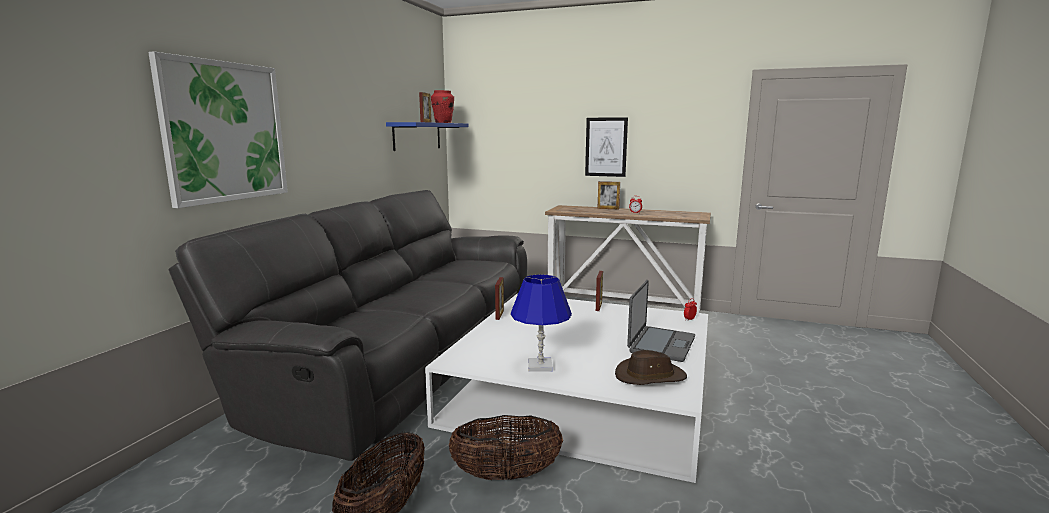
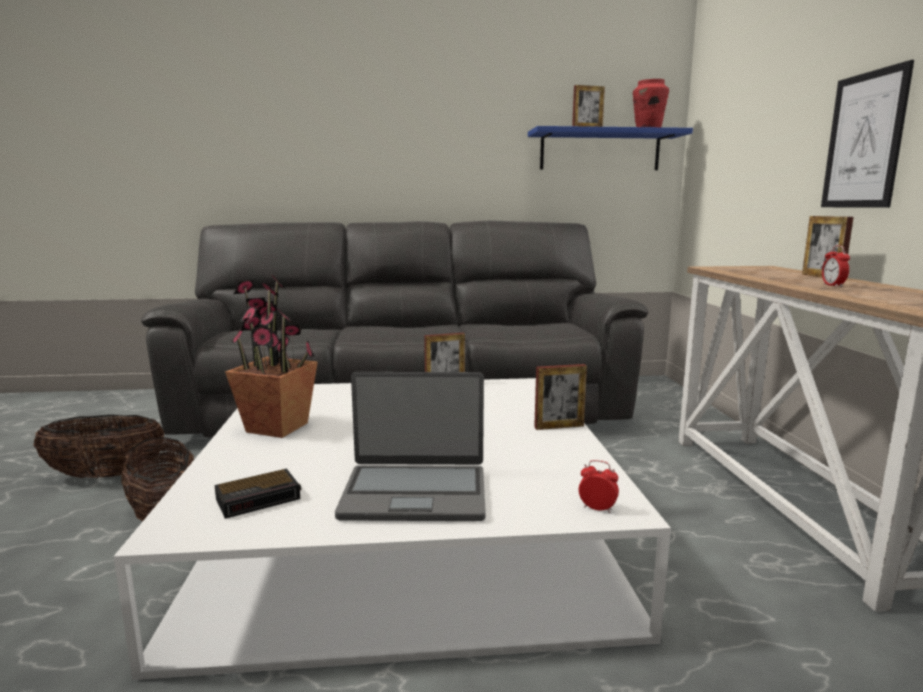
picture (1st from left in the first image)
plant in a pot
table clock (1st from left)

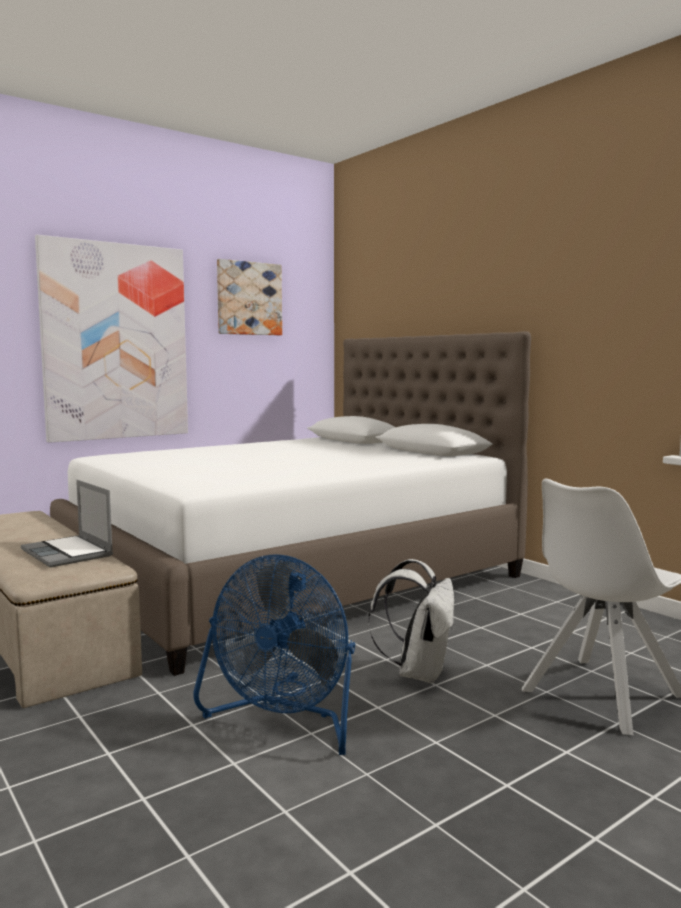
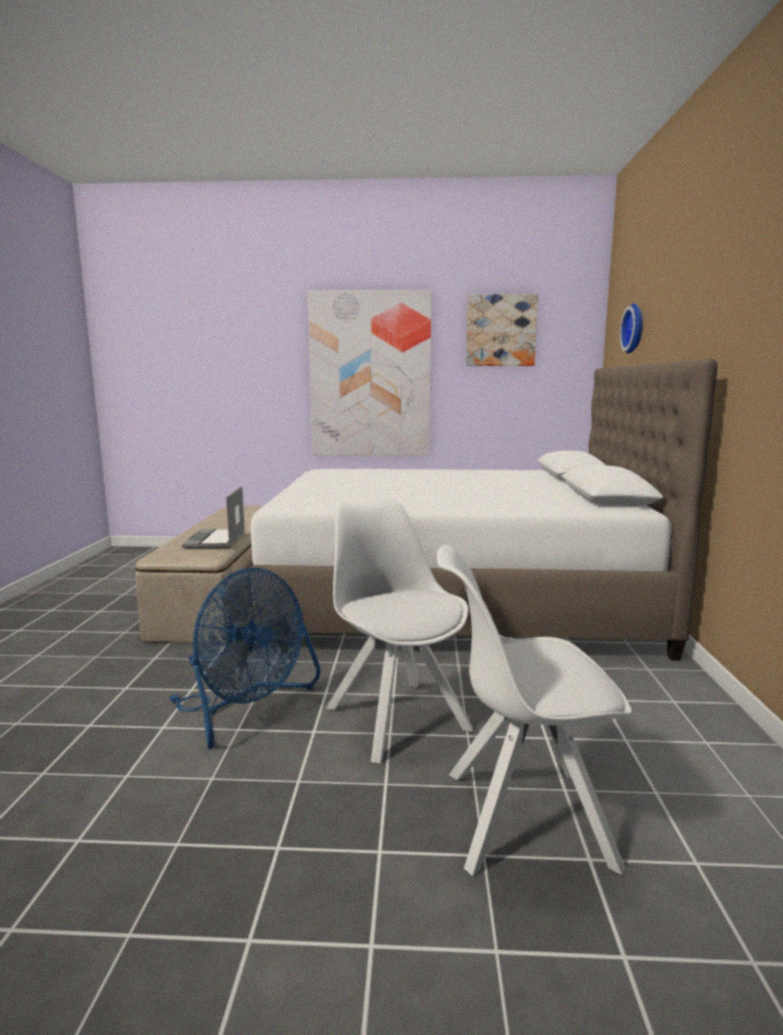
clock on the wall
whitish plain chair (1st from left)
blue-coloured cooling fan

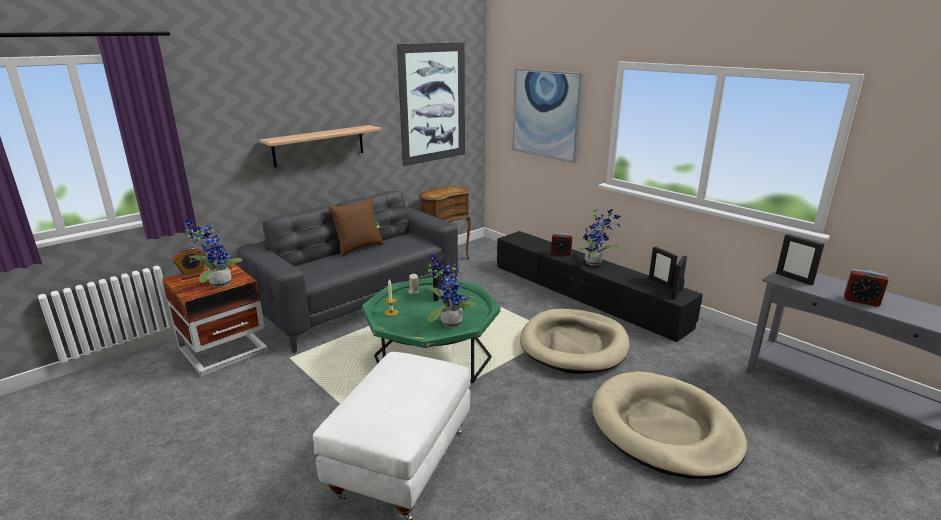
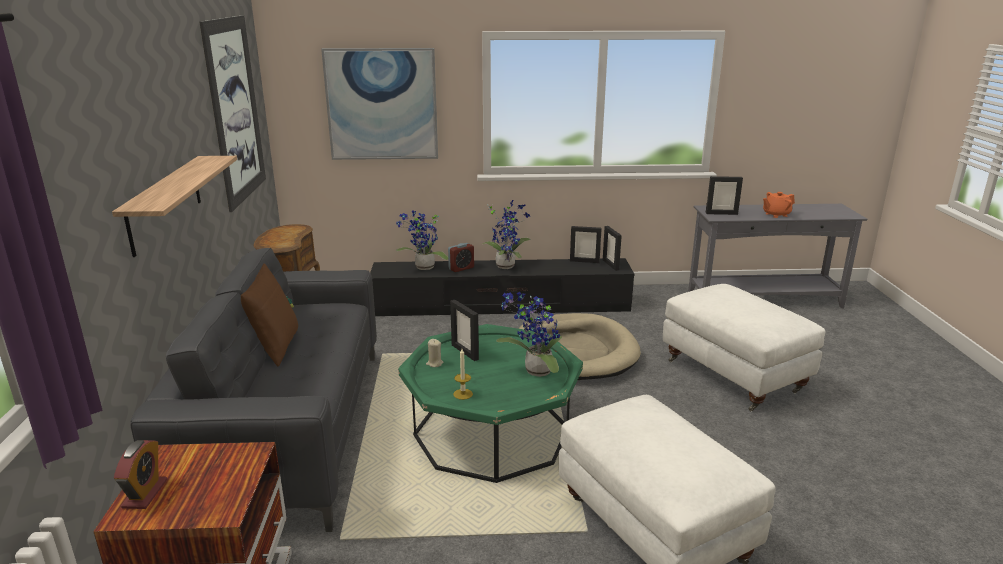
plant in a pot (1st from left)
whitish ottoman (2nd from left)
orangey pot for tea

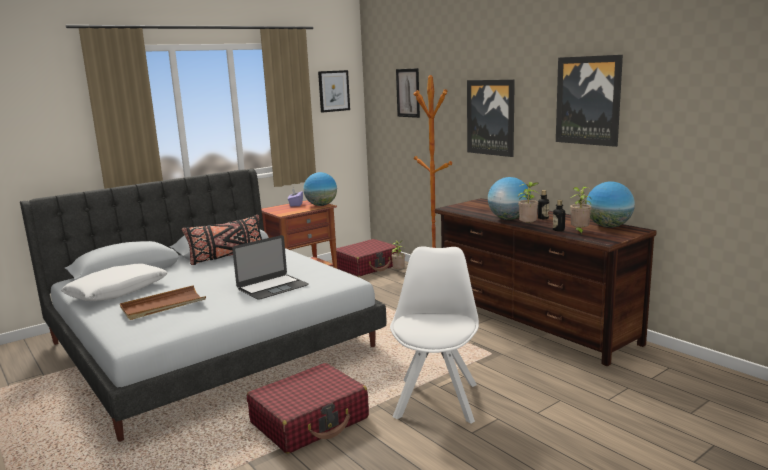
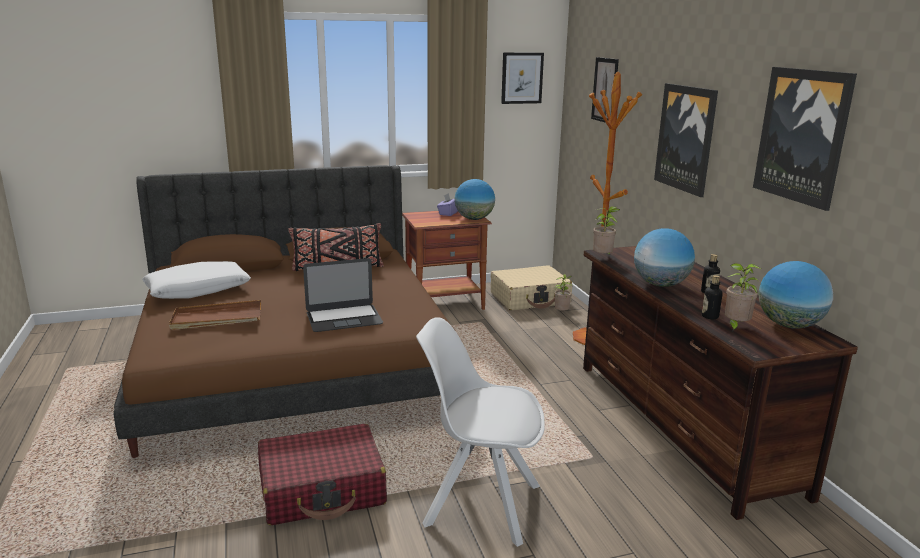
plant in a pot (2nd from left)
brown bed
sand-coloured suitcase
whitish plain chair

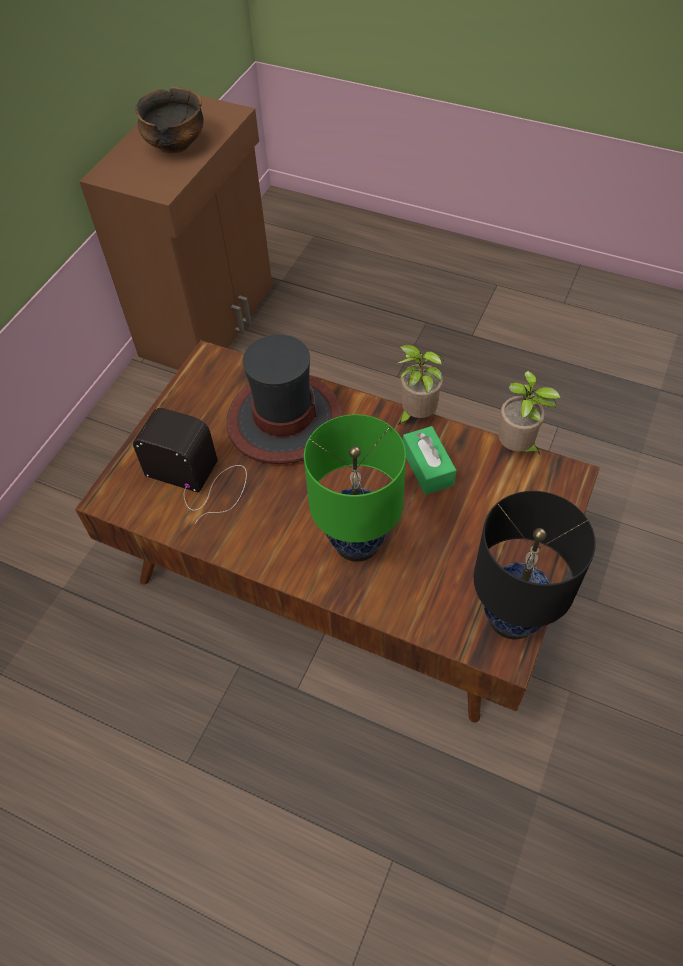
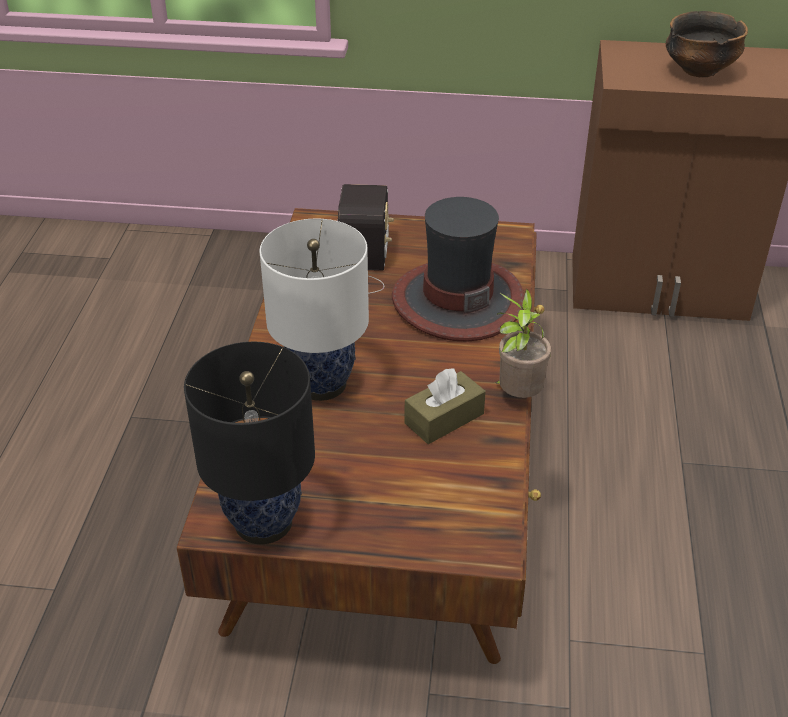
plant in a pot (2nd from left in the first image)
whitish lamp for a table
brown box of tissues

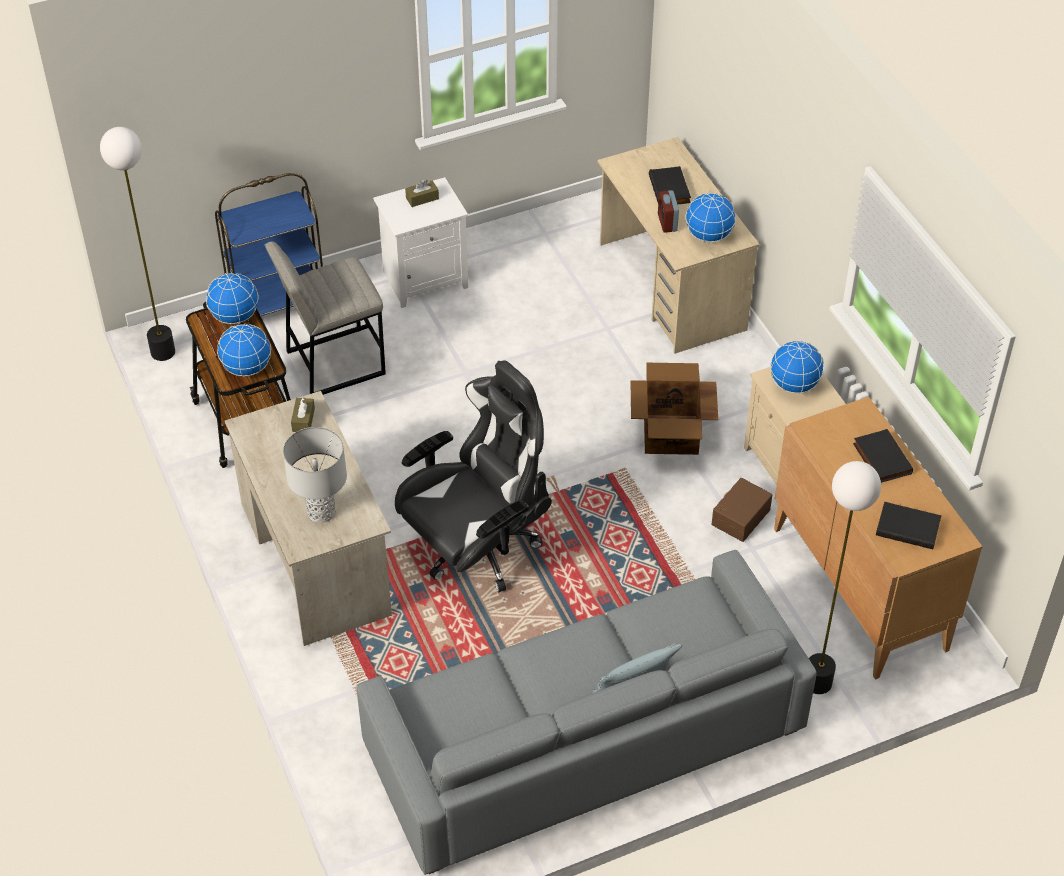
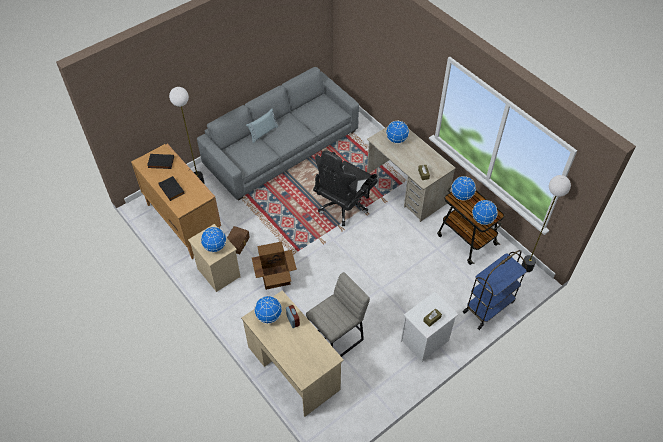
black bound book (1st from left in the first image)
gray plain chair
desk globe (3rd from left)

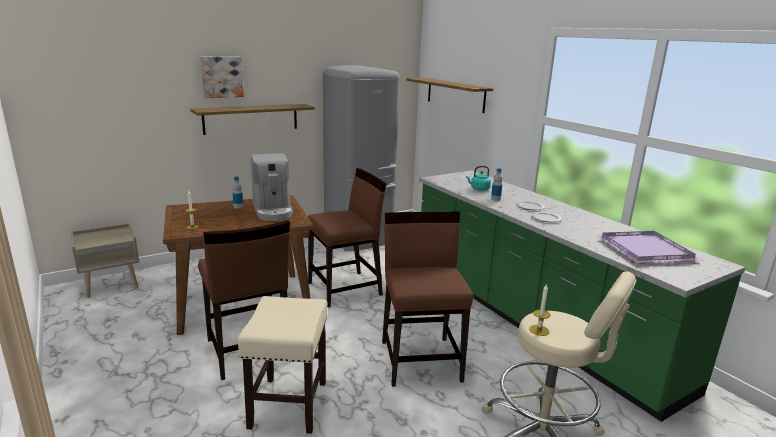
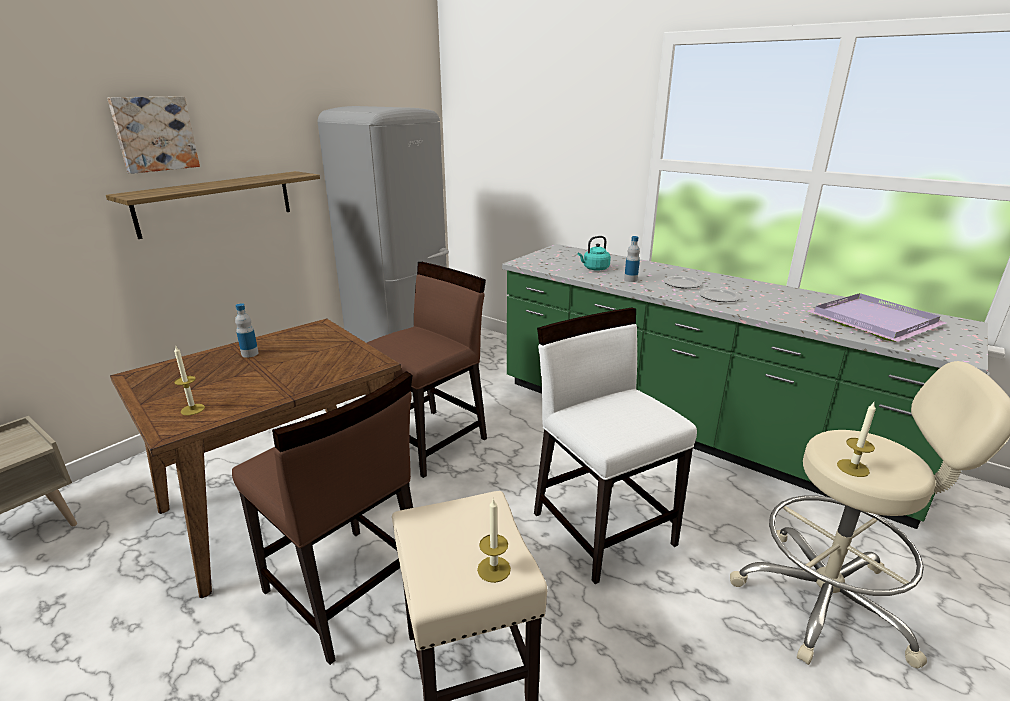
coffee machine
shelf (2nd from left in the first image)
wax light (2nd from left)
whitish plain chair

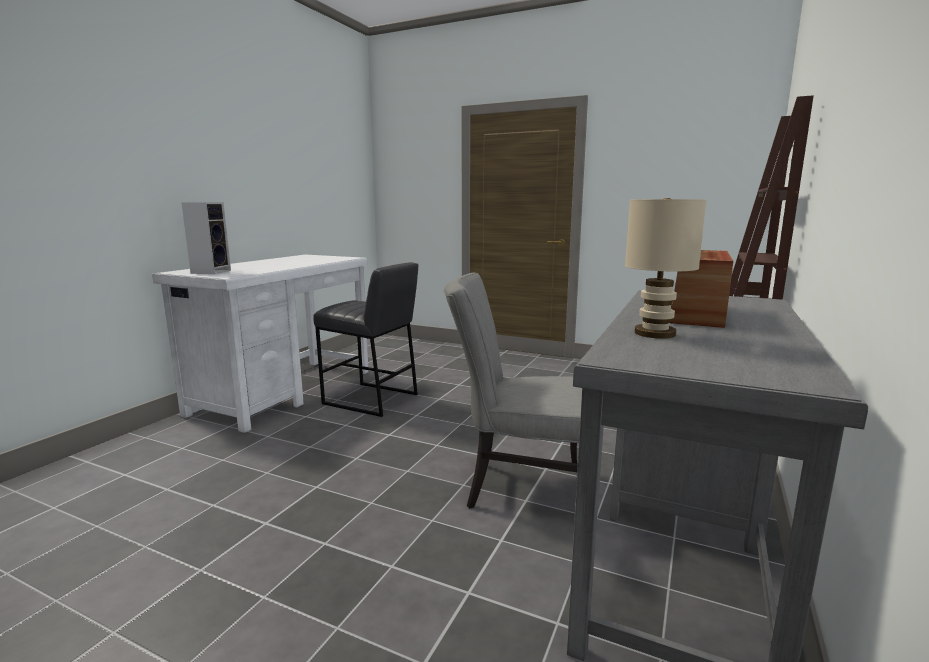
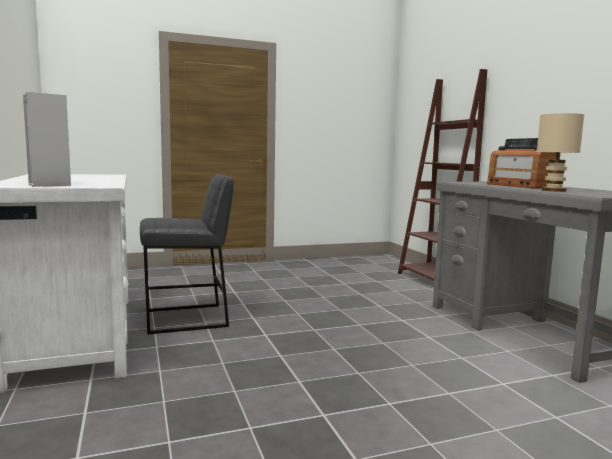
gray plain chair

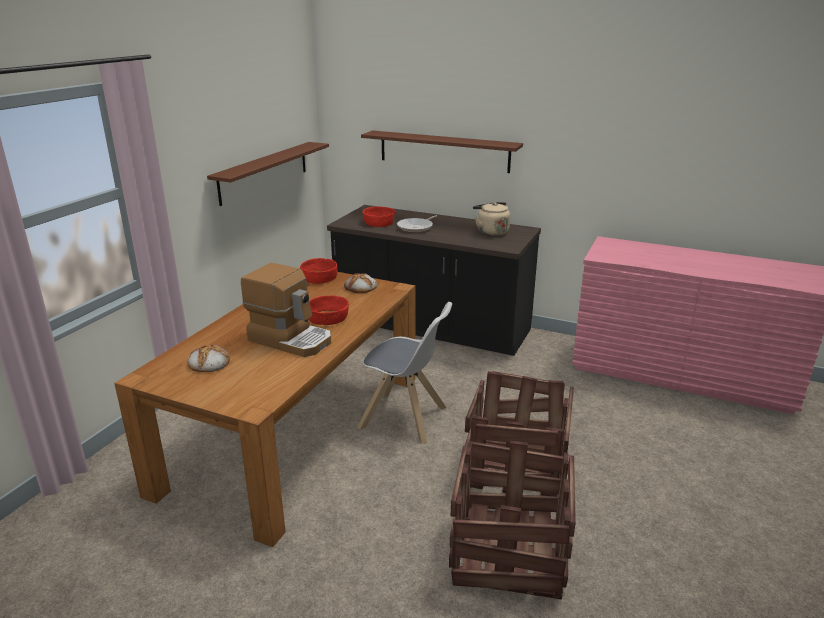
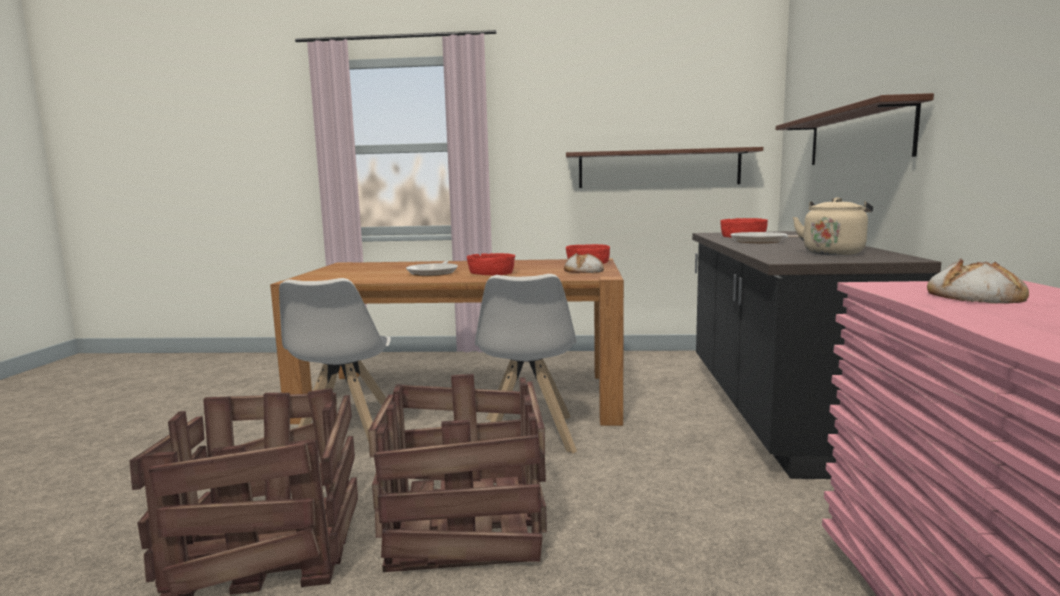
plain chair (1st from left)
baked bread (2nd from left)
skillet (1st from left)

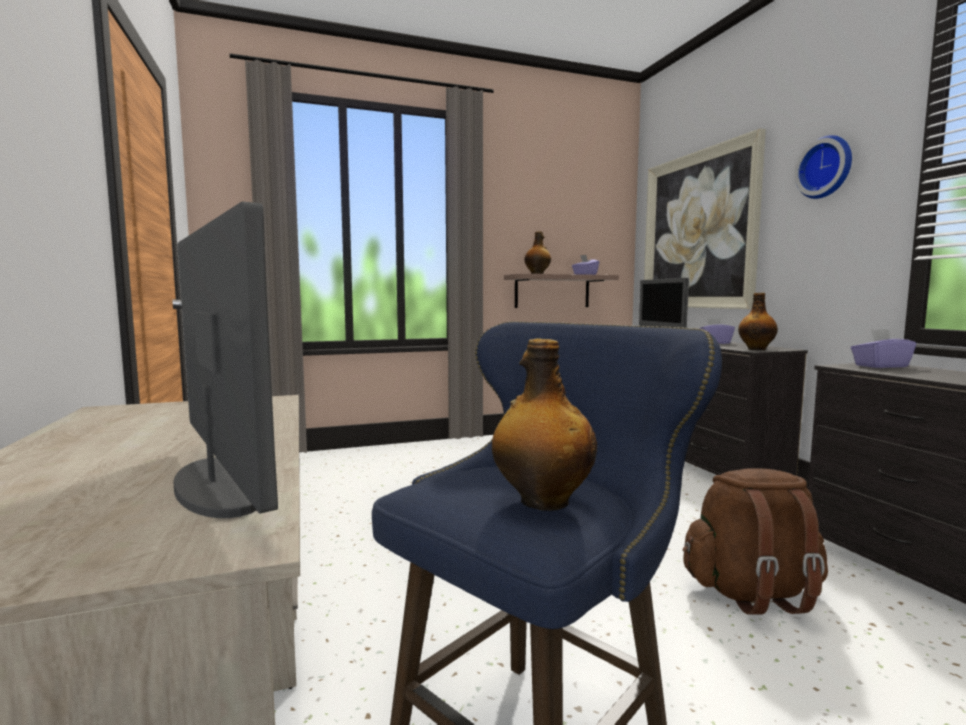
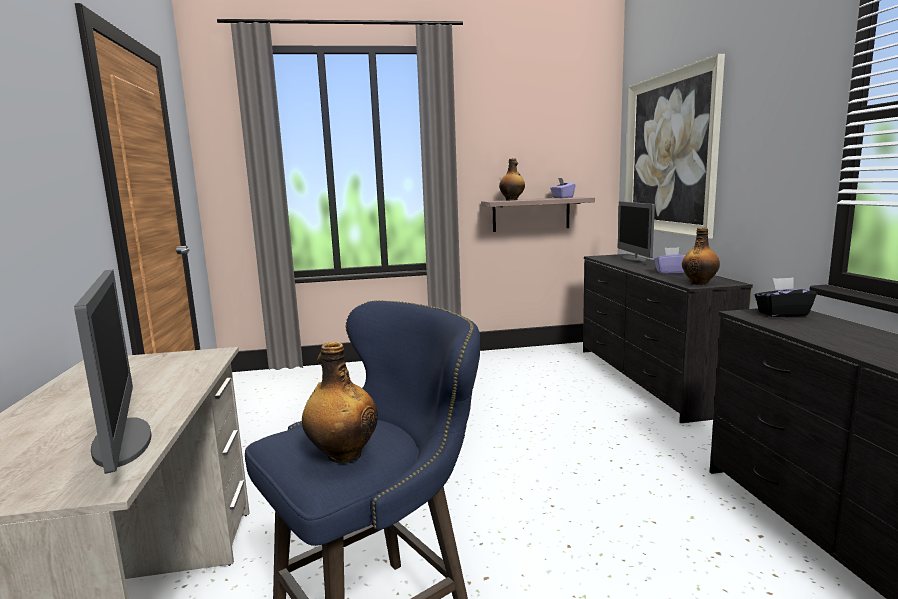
brown backpack
clock on the wall
black box of tissues

